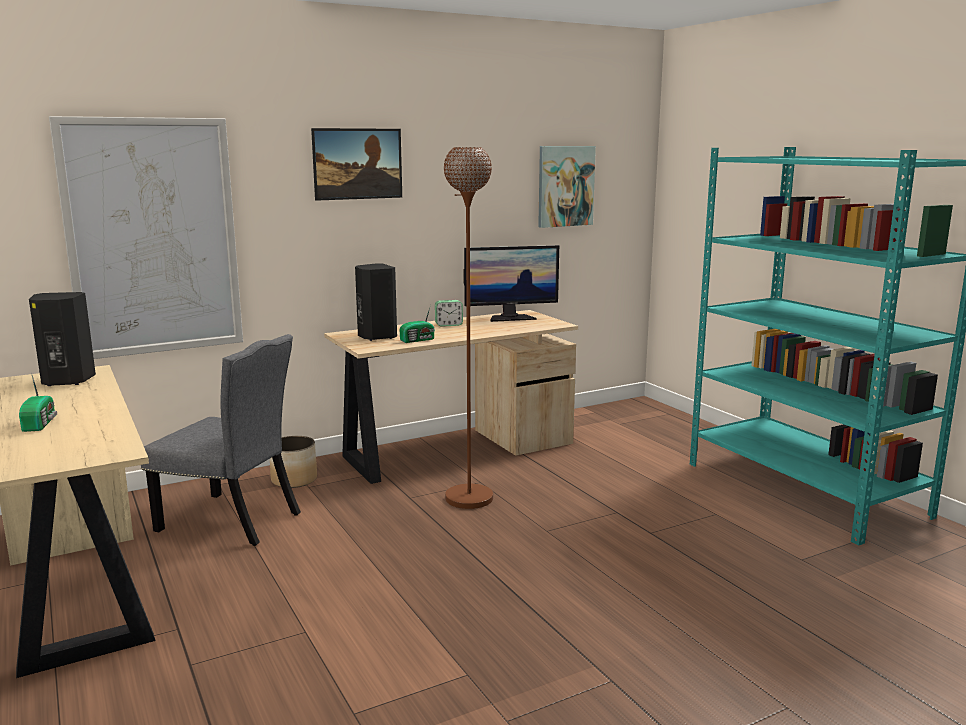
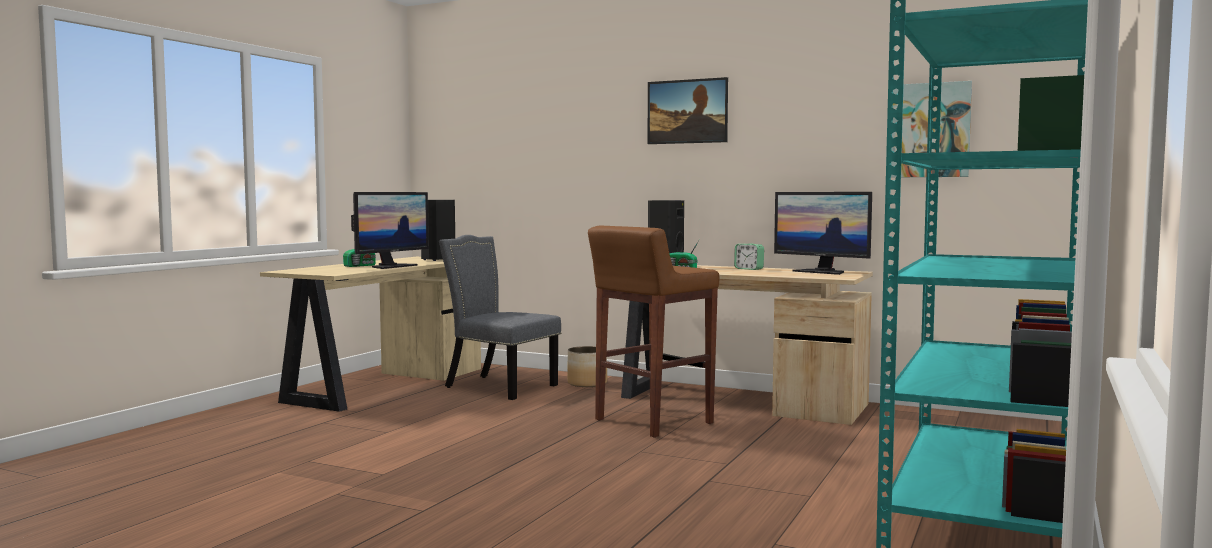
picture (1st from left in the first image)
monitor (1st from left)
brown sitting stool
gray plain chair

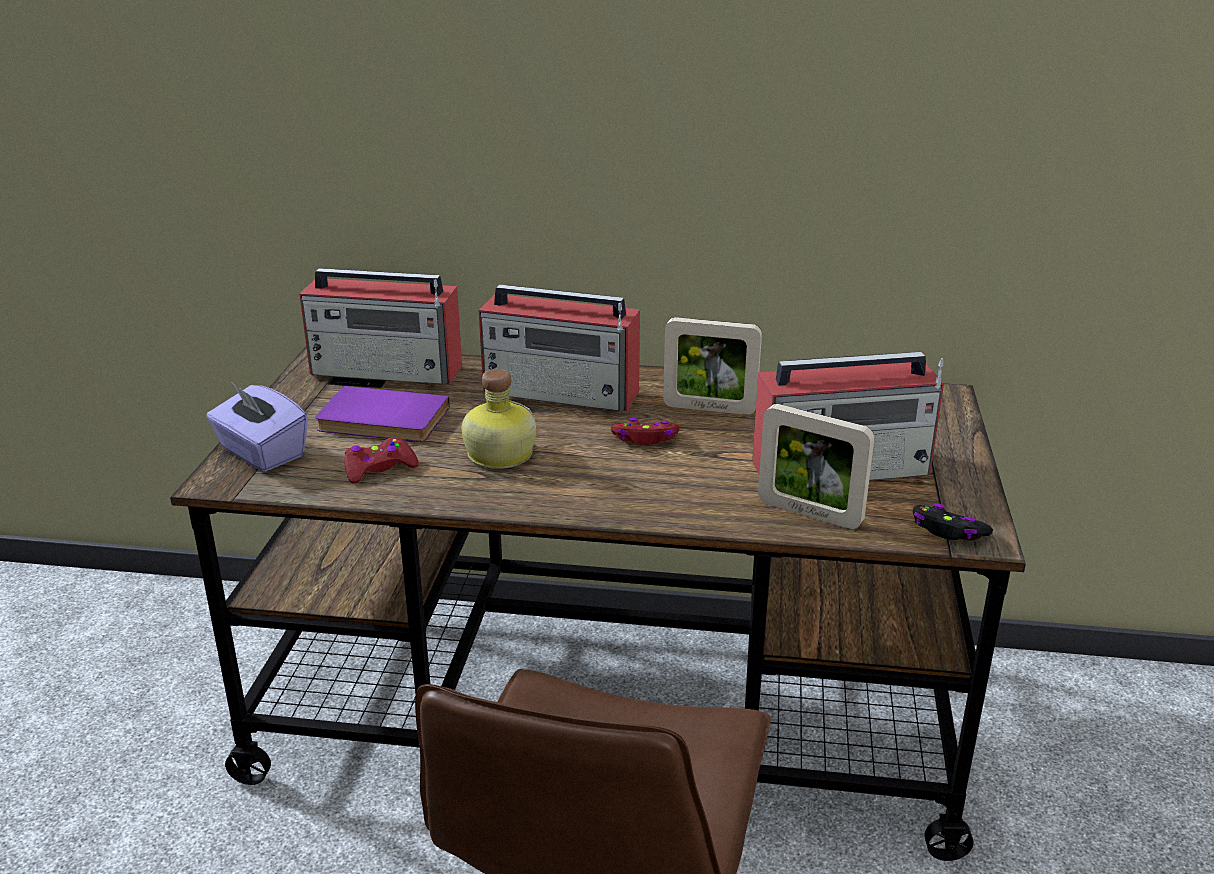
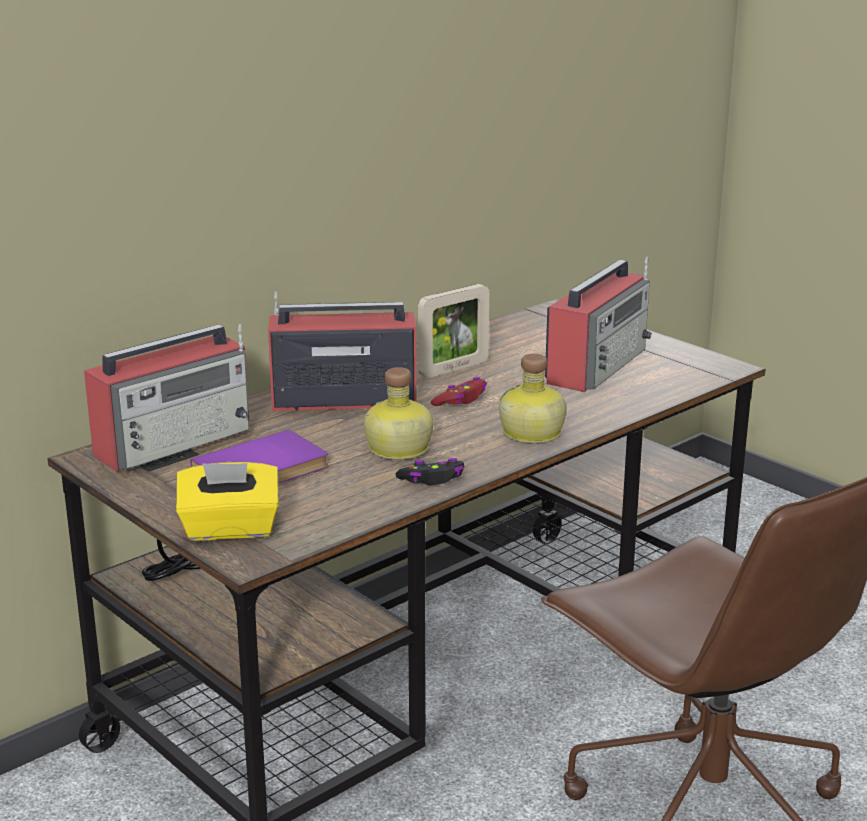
red game controller (1st from left in the first image)
photo frame (2nd from left in the first image)
beverage bottle (2nd from left)
black game controller
yellowish box of tissues
radio receiver (2nd from left)

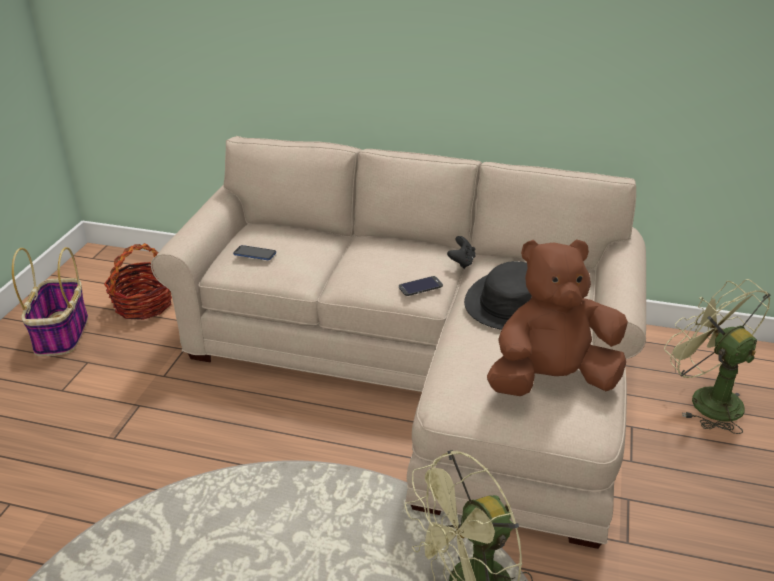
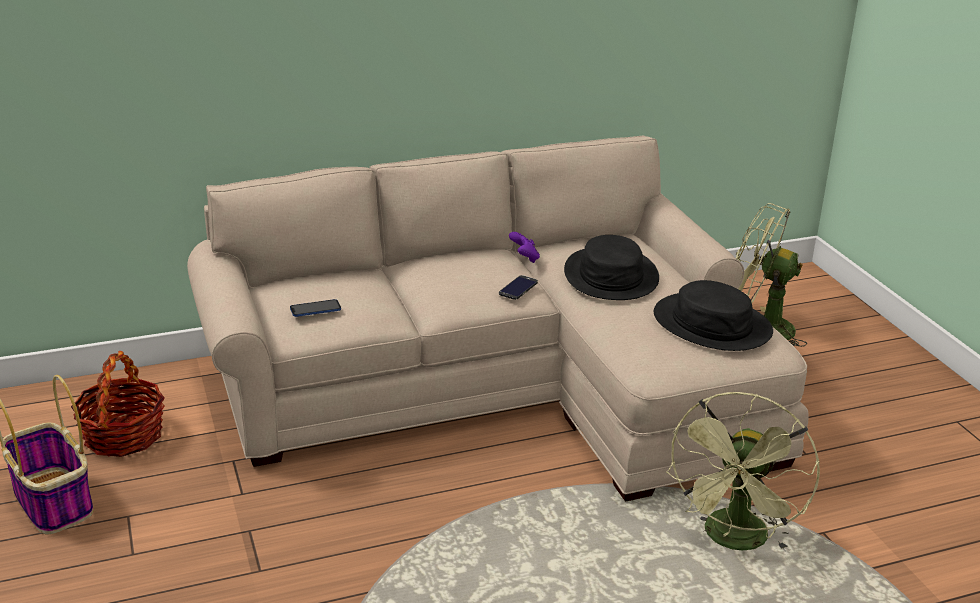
black hat (2nd from left)
purple-coloured game controller

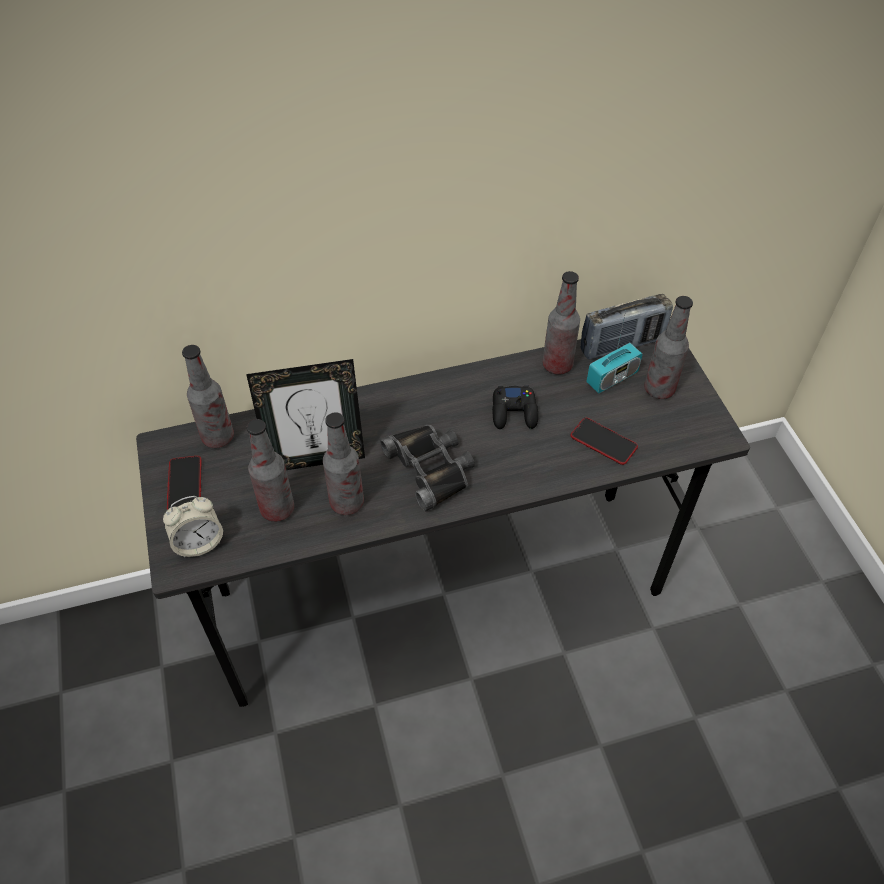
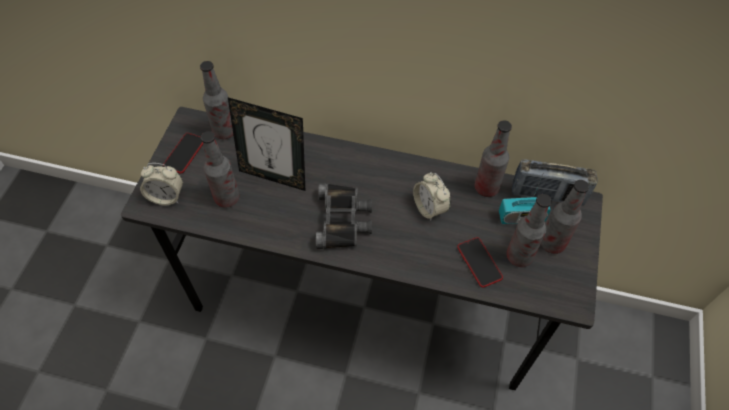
beverage bottle (4th from left)
table clock (2nd from left)

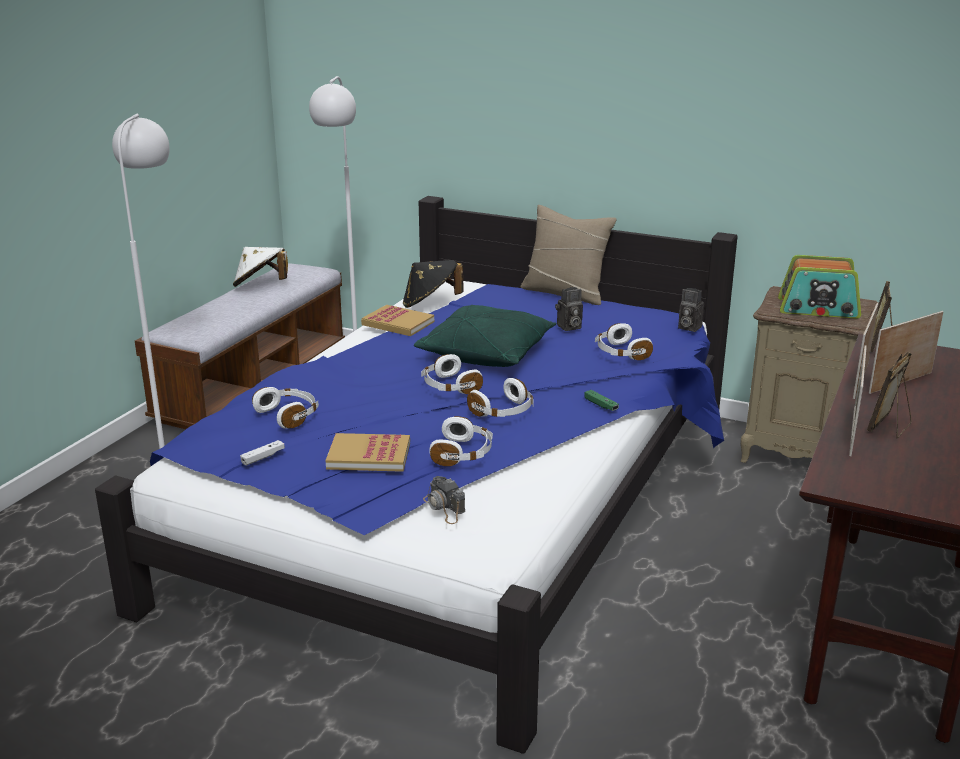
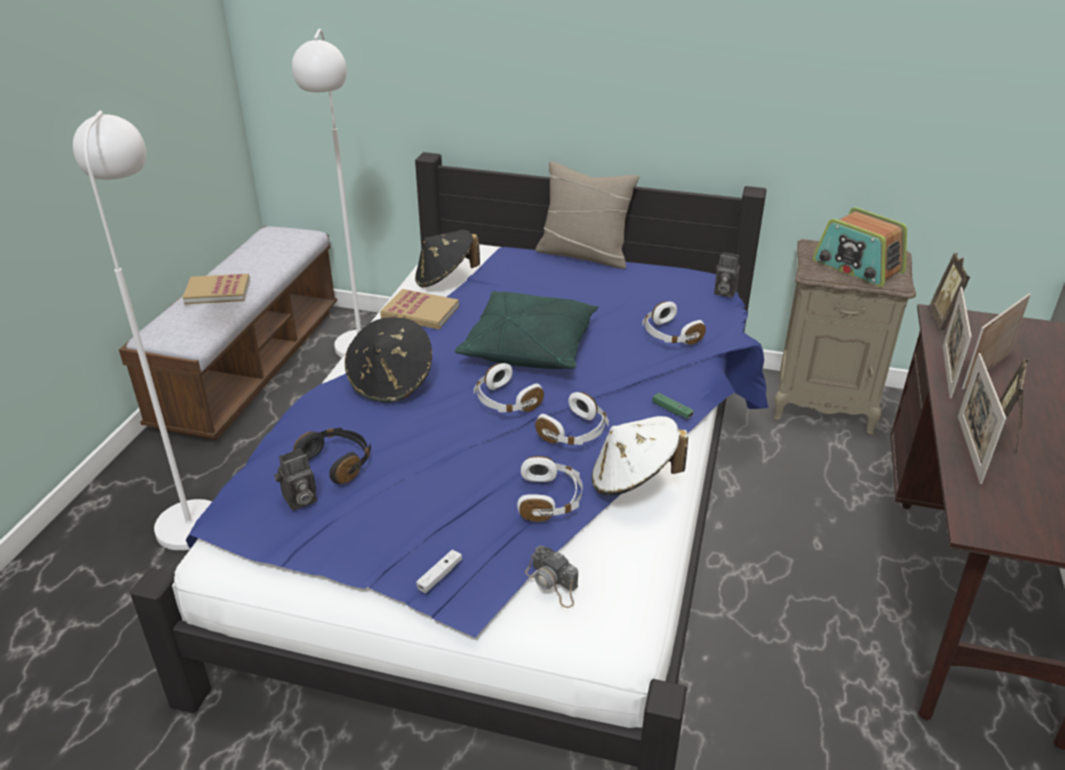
black hat (1st from left)
whitish hat
whitish game controller
bound book (1st from left)
still camera (1st from left)
black headset
radio receiver

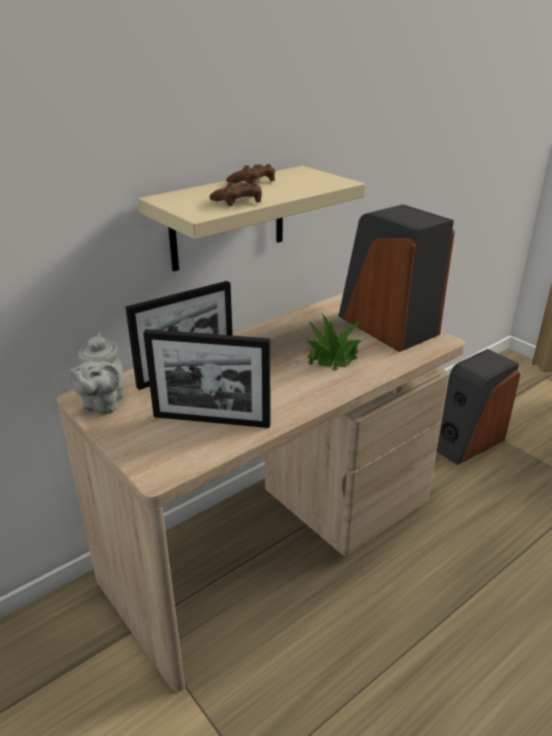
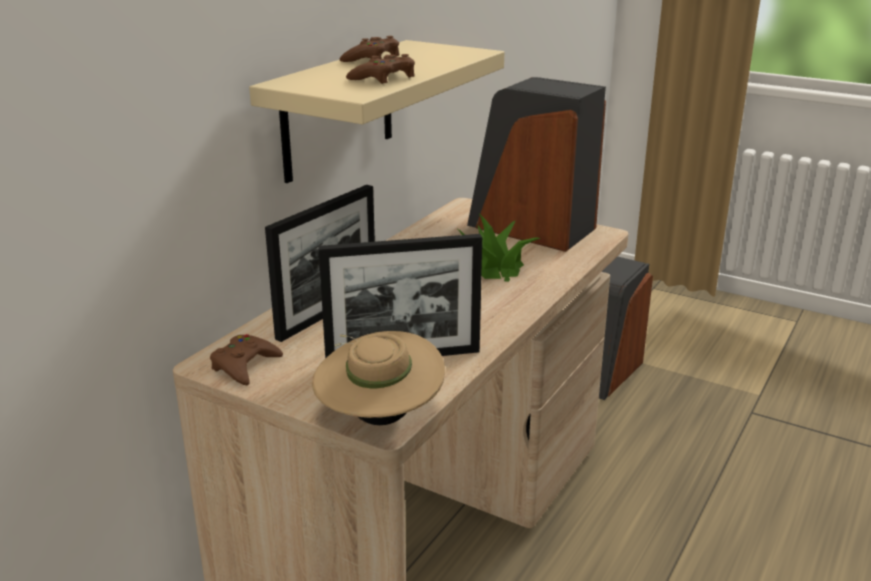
sand-coloured hat
brown game controller (1st from left)

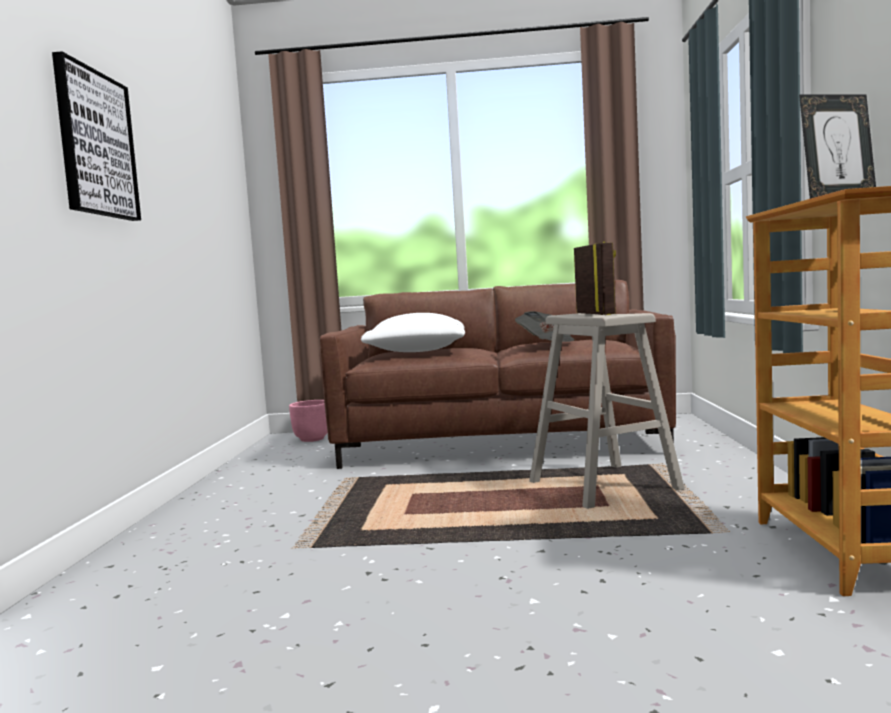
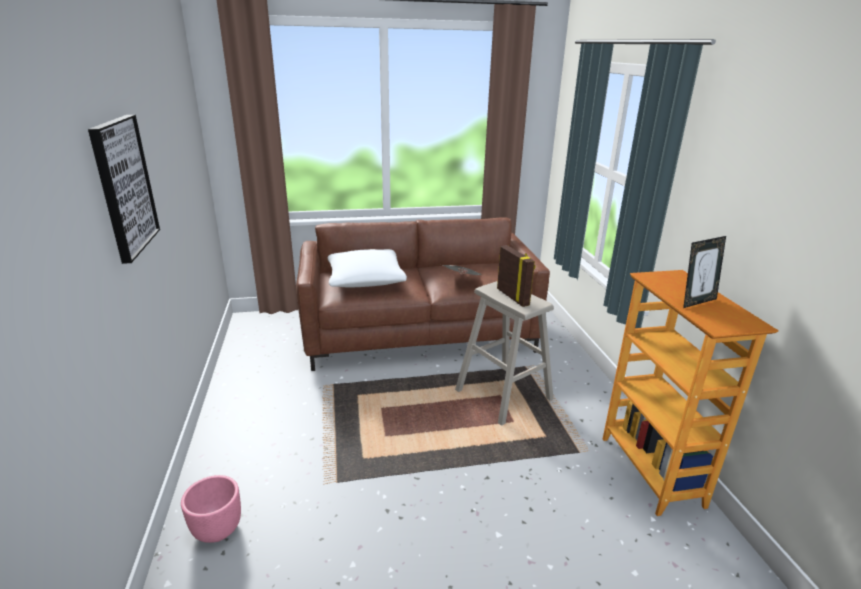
pink-coloured flower pot

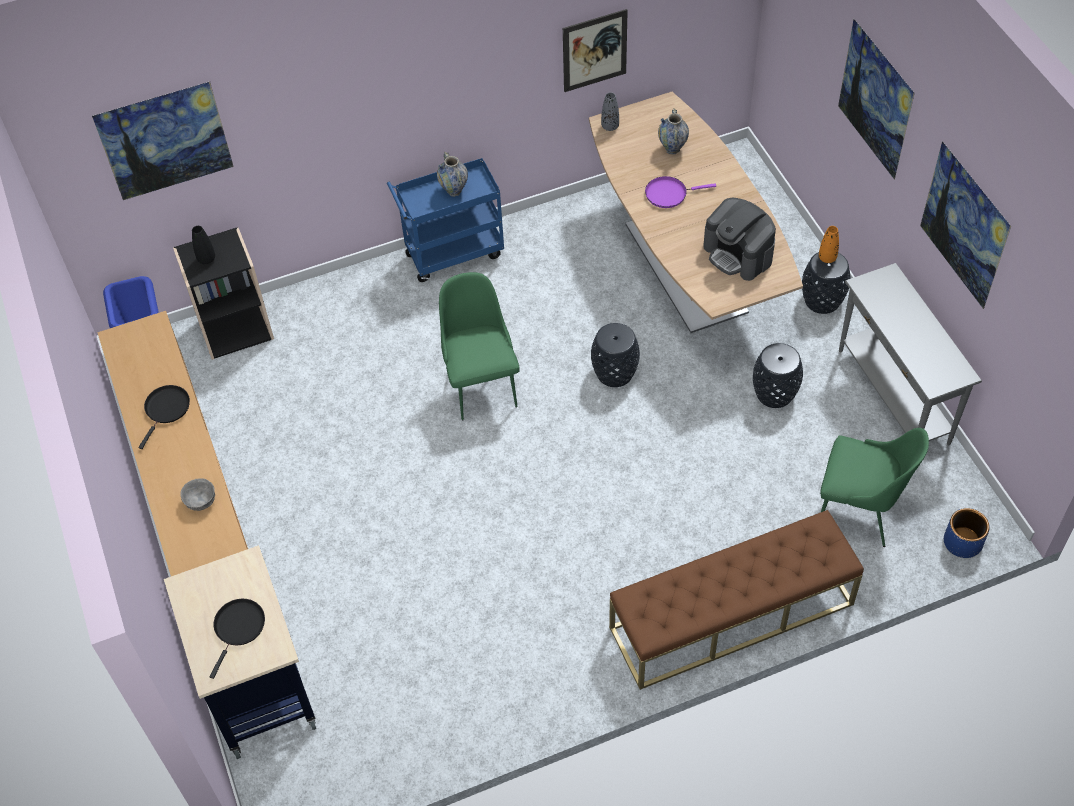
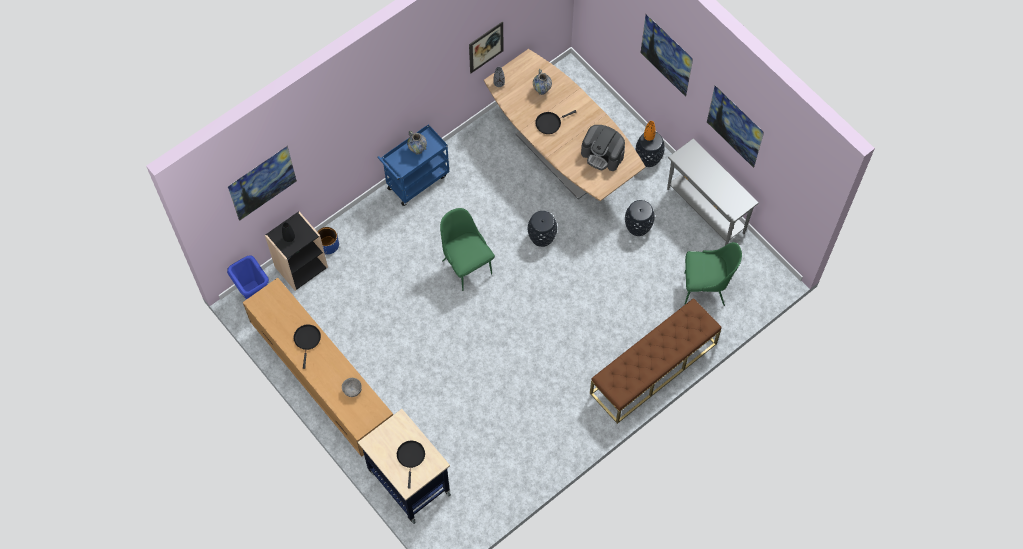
blue-coloured flower pot
black skillet (3rd from left)

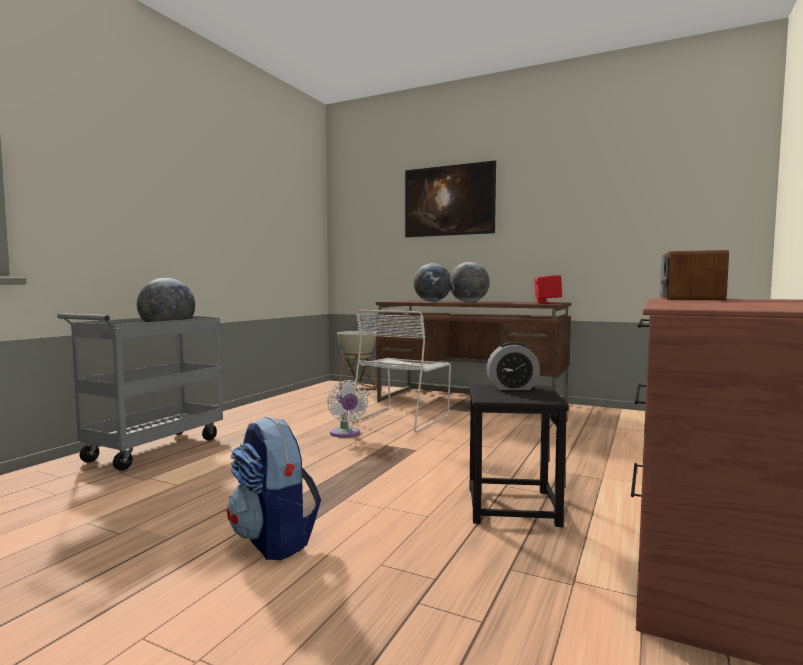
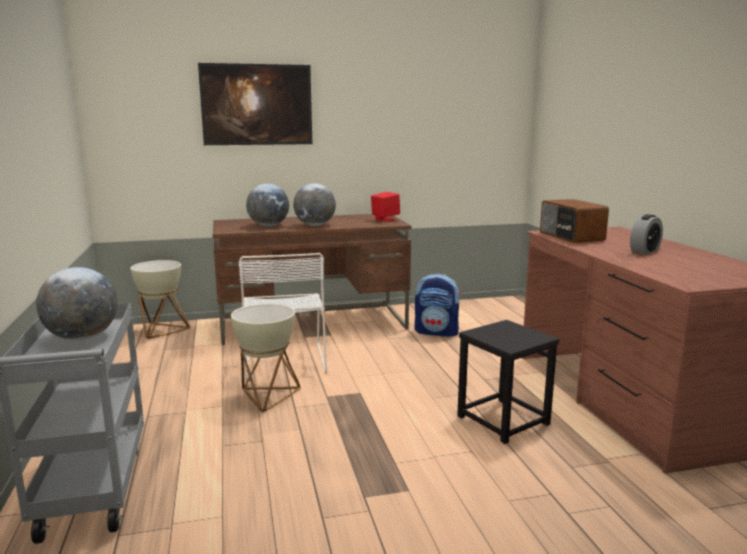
backpack
table clock
flower pot (2nd from left)

